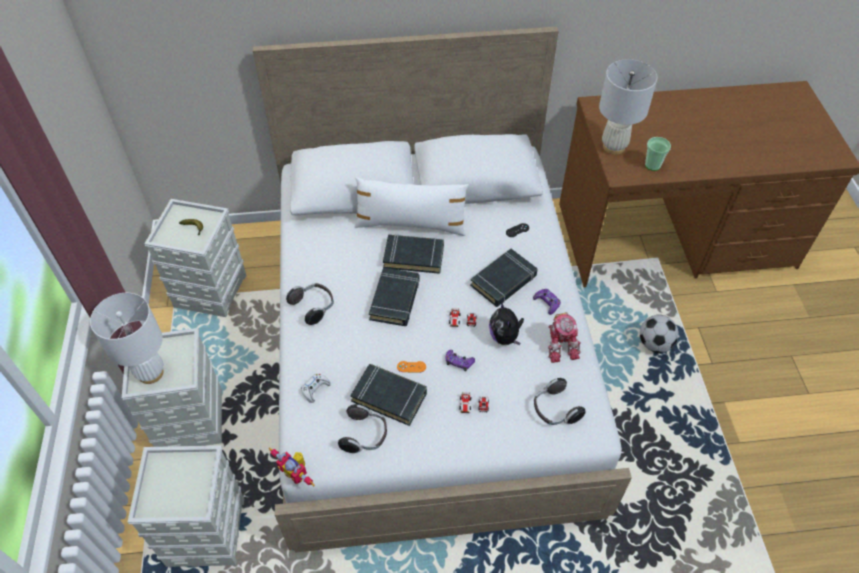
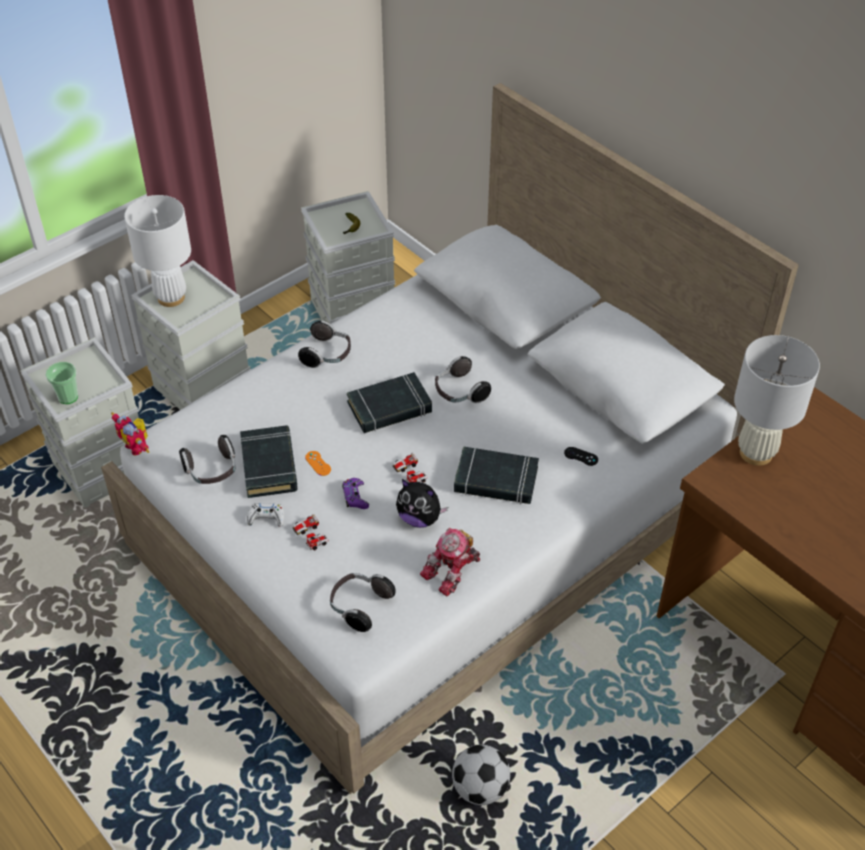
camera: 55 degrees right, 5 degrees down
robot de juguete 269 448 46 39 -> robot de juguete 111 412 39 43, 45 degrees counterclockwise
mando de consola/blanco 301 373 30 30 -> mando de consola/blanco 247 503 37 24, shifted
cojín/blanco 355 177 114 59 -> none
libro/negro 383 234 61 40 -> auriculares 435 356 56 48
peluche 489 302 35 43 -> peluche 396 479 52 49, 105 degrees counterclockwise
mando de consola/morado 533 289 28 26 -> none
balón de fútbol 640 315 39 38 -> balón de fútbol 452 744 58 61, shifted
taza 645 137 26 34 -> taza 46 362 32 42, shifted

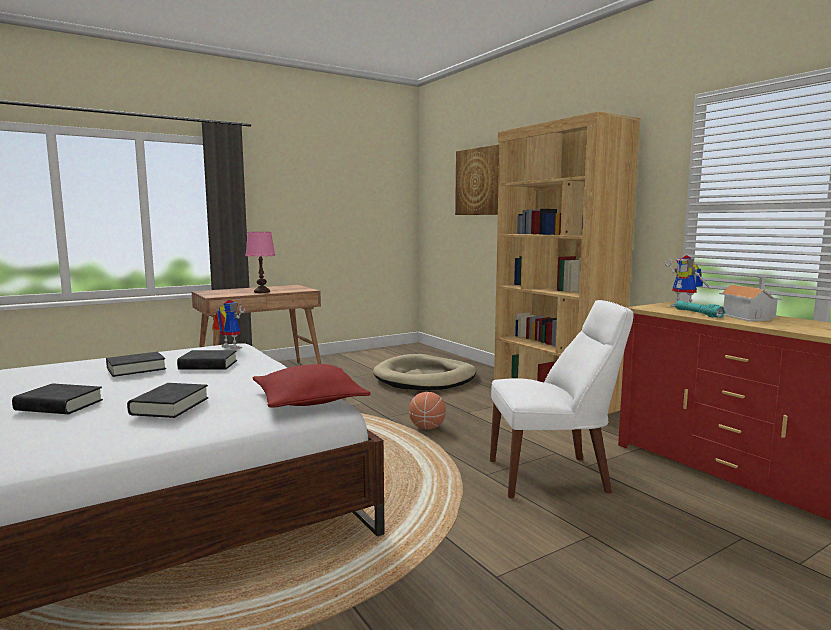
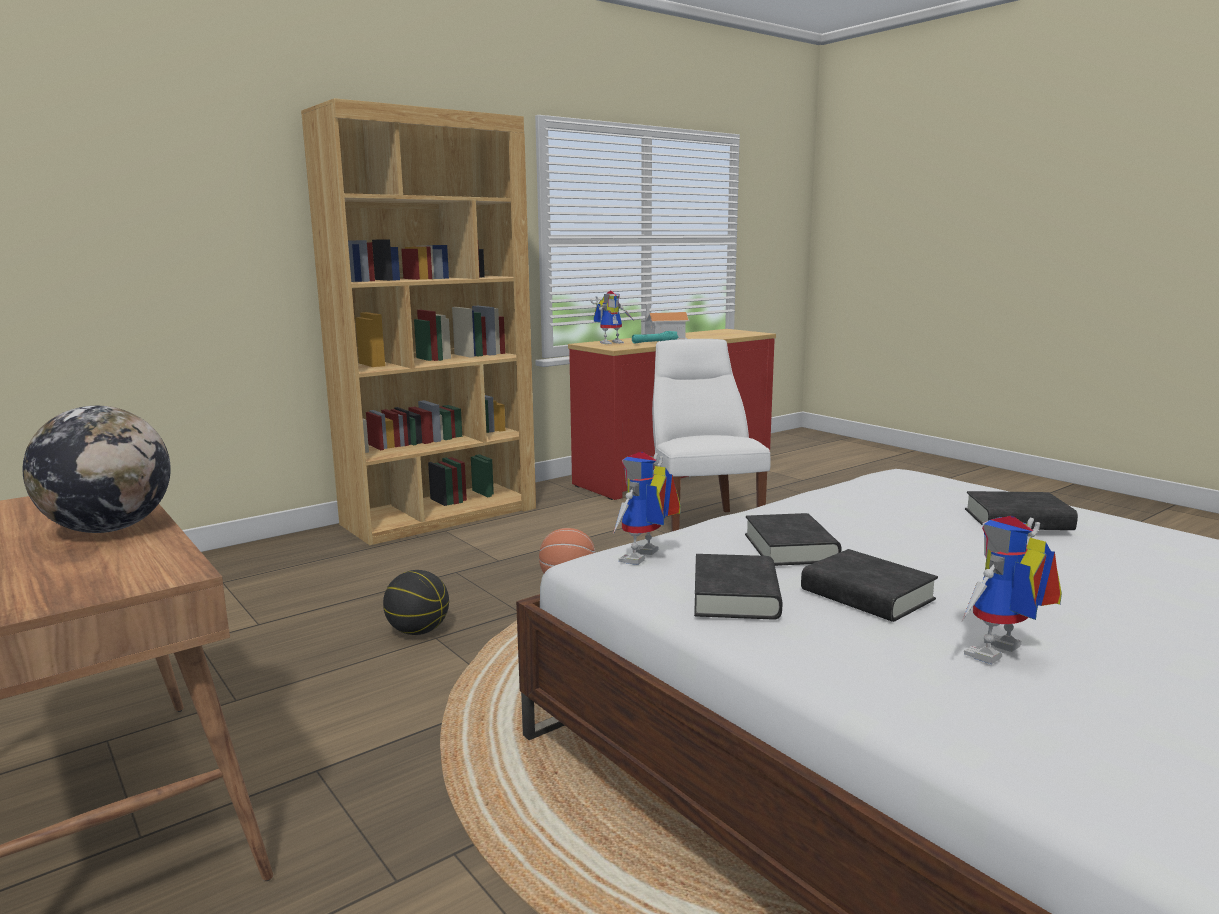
camera: 95 degrees left, 5 degrees up
libro/negro 12 383 91 31 -> libro/negro 694 554 88 66, shifted
lámpara de mesa/rosa 245 232 30 61 -> globo terráqueo 23 406 148 127
cojín/rojo 253 364 118 44 -> none
cama para perro/beis 373 354 103 36 -> none
cuadro 455 144 44 71 -> none
none -> balón de baloncesto 383 570 66 65
none -> robot de juguete 961 516 101 148

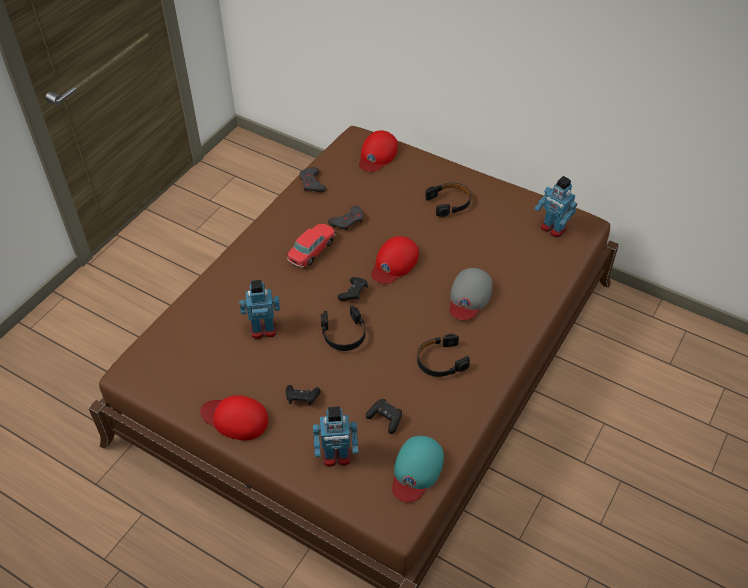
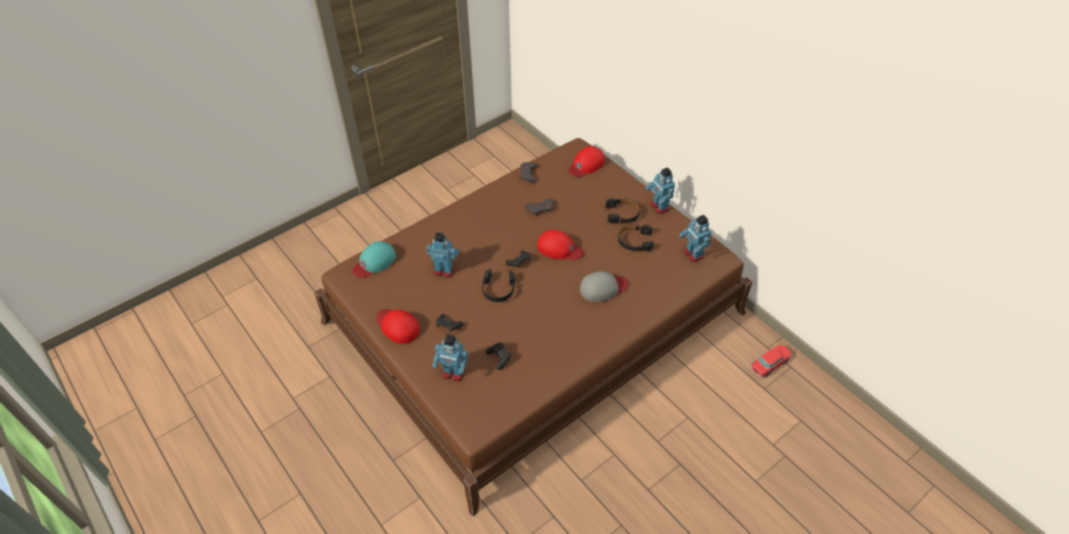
camera: 20 degrees right, 0 degrees up
coche de juguete 286 224 49 43 -> coche de juguete 751 345 41 32, shifted
gorra/rojo 371 236 48 48 -> gorra/rojo 537 230 46 30, 120 degrees counterclockwise
gorra/turquesa 392 436 52 66 -> gorra/turquesa 352 241 44 36, shifted
auriculares/negro 417 334 53 43 -> auriculares/negro 618 225 36 26, shifted
gorra/gris 450 268 42 52 -> gorra/gris 580 271 48 31, 150 degrees counterclockwise
none -> robot de juguete 646 167 29 47

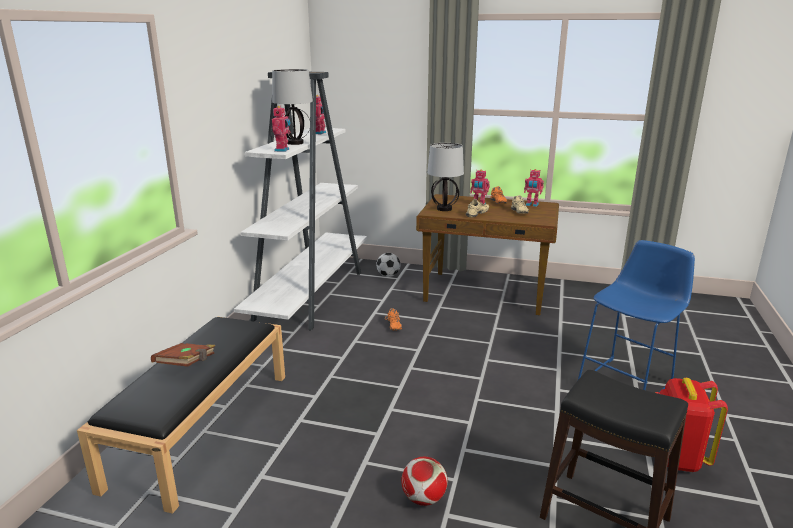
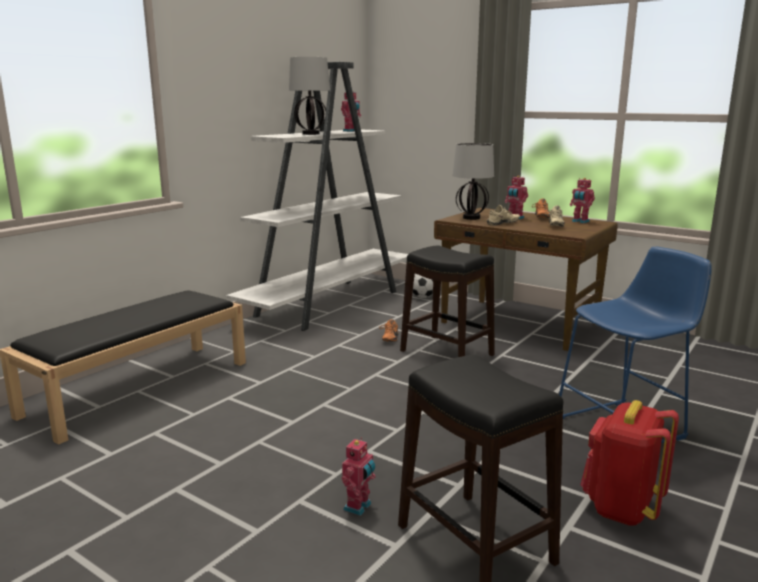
camera: 20 degrees right, 5 degrees down
libro/marrón 151 343 64 24 -> none
robot de juguete 272 106 19 46 -> robot de juguete 342 437 34 79, shifted
balón de fútbol 401 457 47 49 -> none
none -> taburete/negro 400 245 95 112

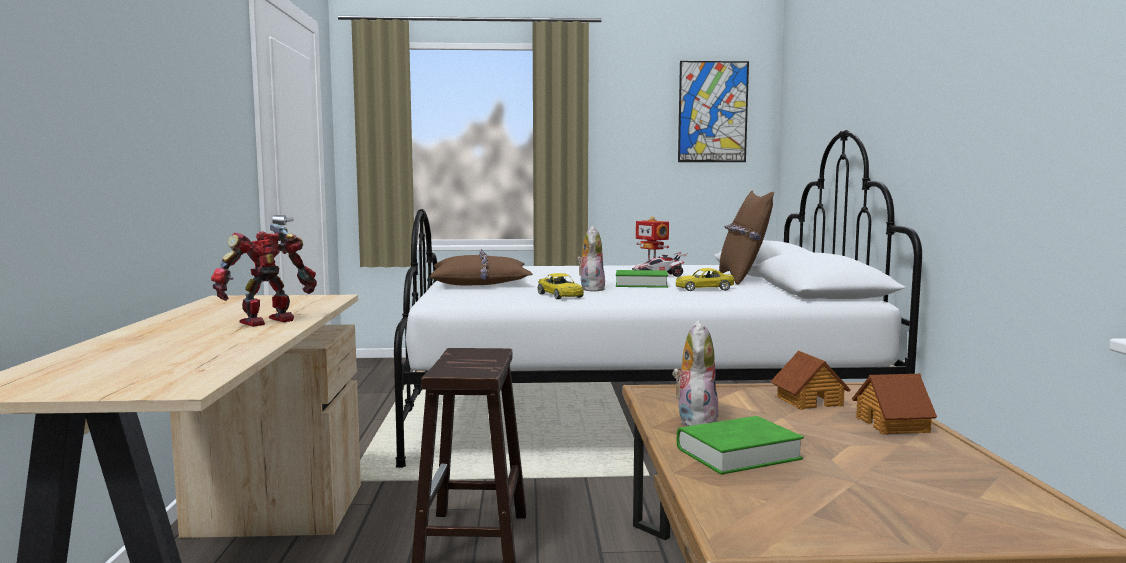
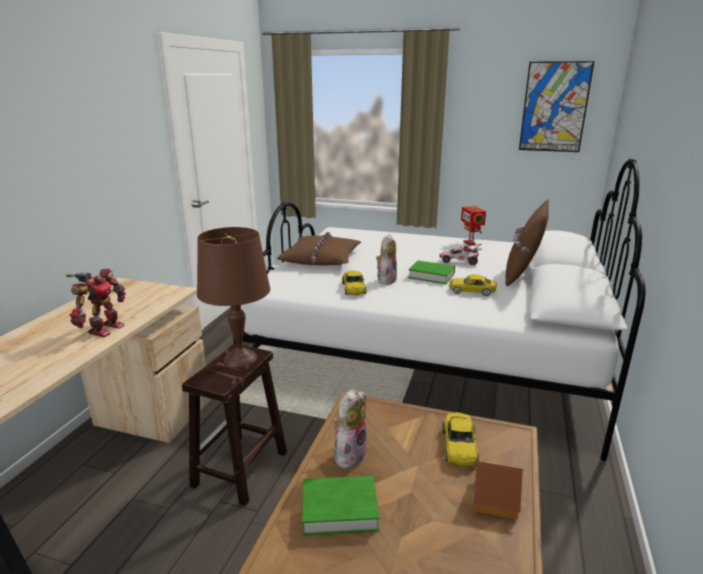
camera: 20 degrees right, 15 degrees up
robot de juguete 211 223 106 104 -> robot de juguete 66 268 60 69, 135 degrees clockwise
casita 770 351 81 59 -> coche de juguete/amarillo 442 412 37 55
none -> lámpara de mesa/marrón 197 227 73 140

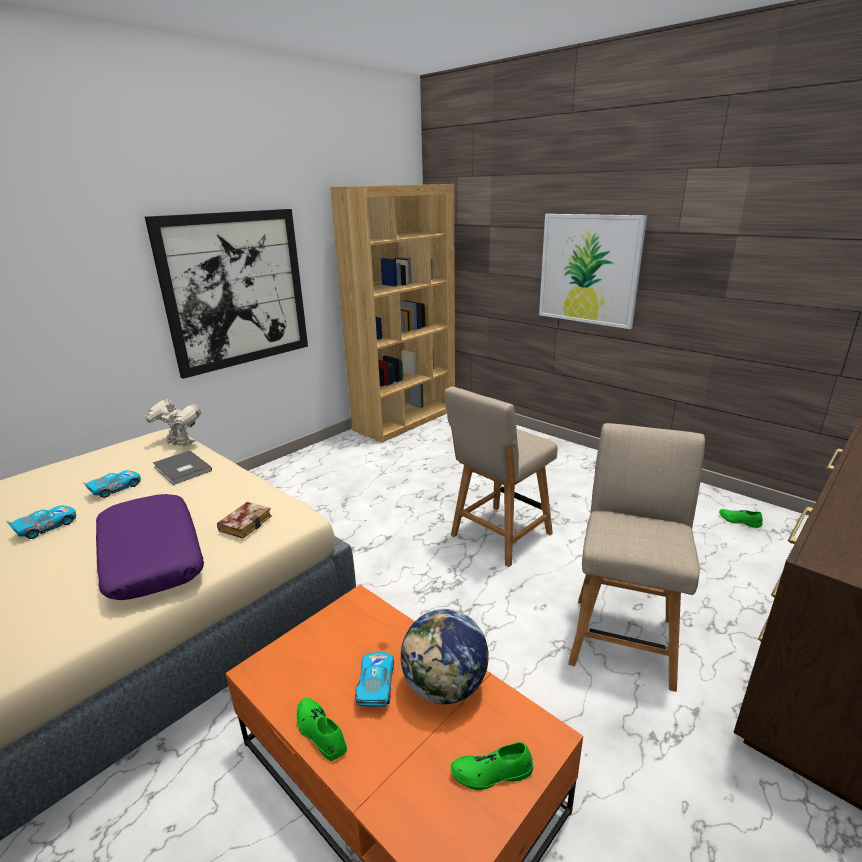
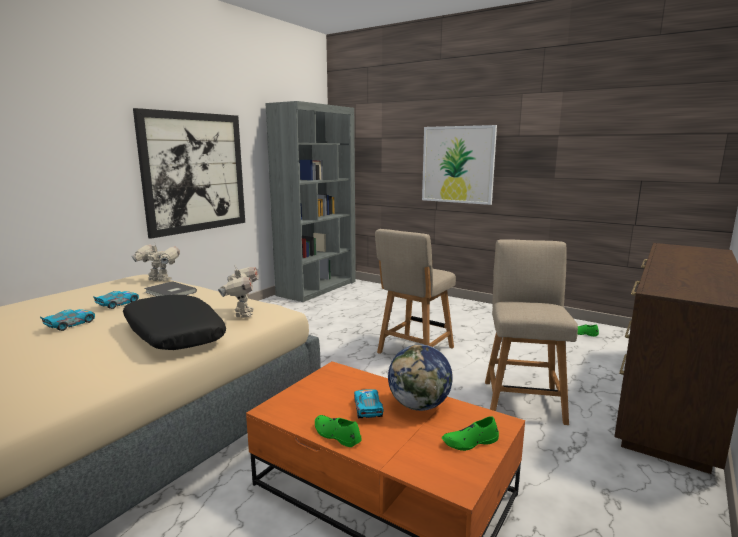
camera: 10 degrees left, 10 degrees down
cojín/morado 96 494 108 106 -> cojín/negro 123 295 103 55
libro 217 502 55 37 -> robot de juguete 218 264 41 54
estantería/marrón 330 184 125 259 -> estantería/gris 265 101 91 201

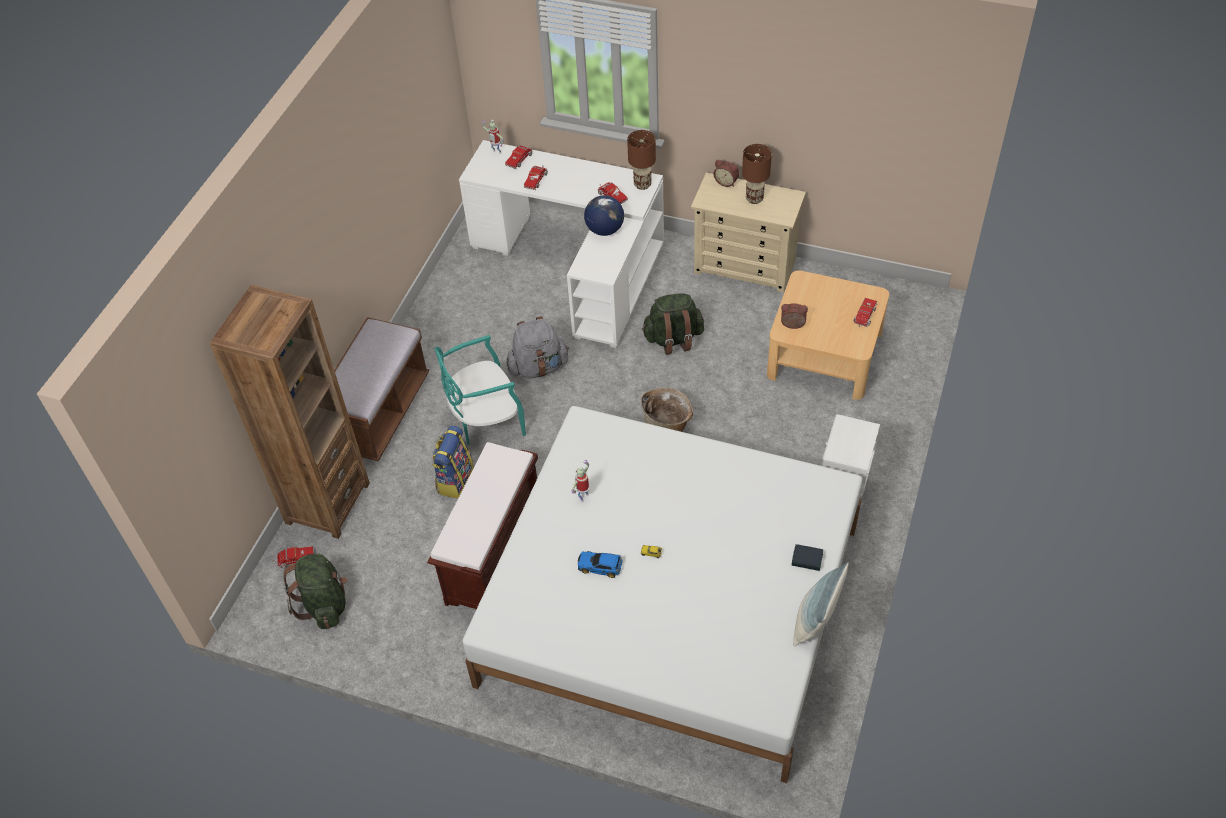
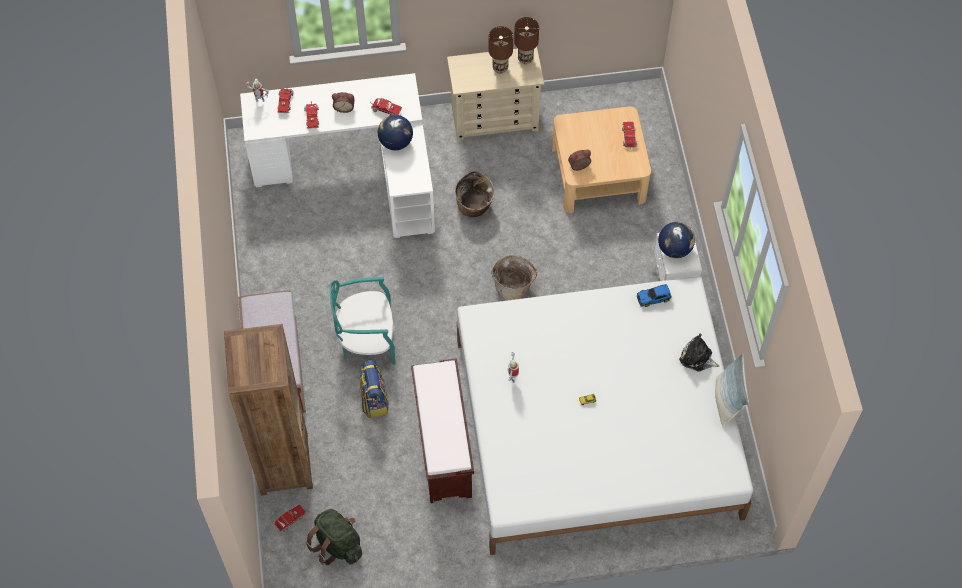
camera: 30 degrees left, 10 degrees up
silla/turquesa 434 335 92 110 -> silla/turquesa 330 277 65 88, 45 degrees clockwise
mochila/gris 506 316 63 63 -> none
coche de juguete 578 551 44 27 -> coche de juguete 637 284 35 23, shifted
lámpara de mesa/marrón 627 130 29 60 -> lámpara de mesa/marrón 514 17 25 47, shifted
mochila/verde 642 293 62 62 -> cesta 455 171 40 46
despertador 714 160 25 27 -> despertador 332 92 23 21, shifted
libro 791 544 32 27 -> peluche 679 334 41 38
none -> globo terráqueo 658 222 37 36

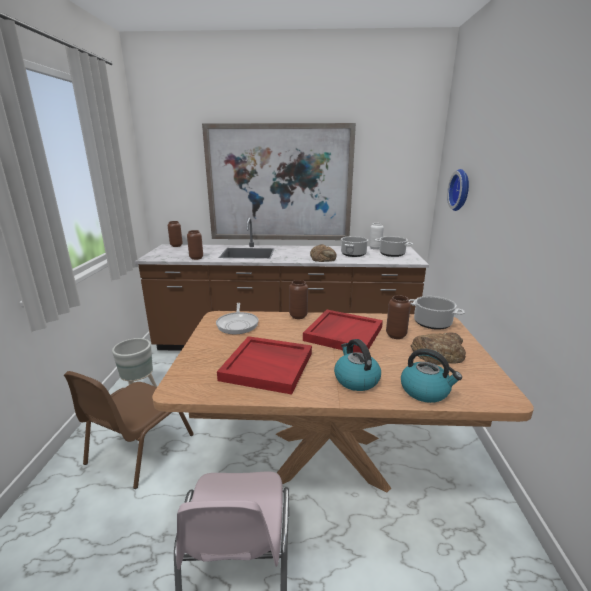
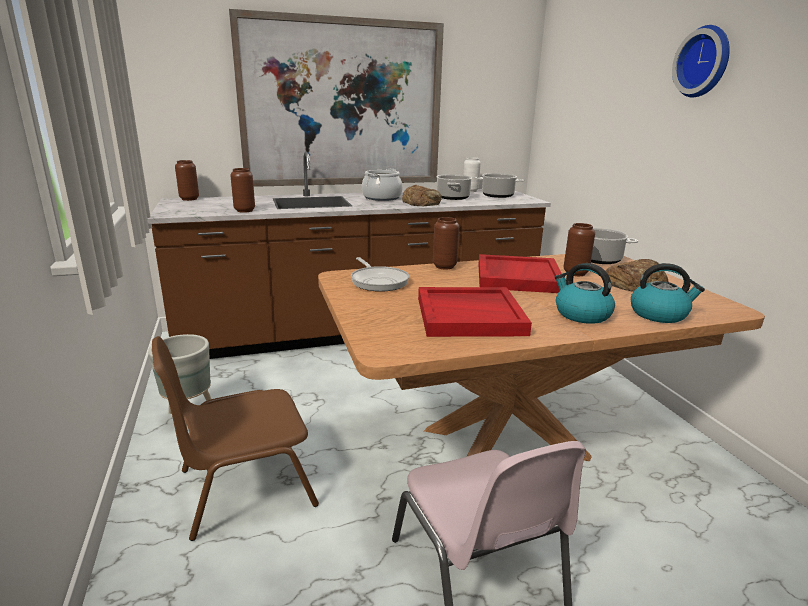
camera: 20 degrees left, 0 degrees up
silla/marrón 64 371 130 118 -> silla/marrón 152 336 167 205, 60 degrees clockwise
reloj de pared 447 169 22 42 -> reloj de pared 672 25 58 72, shifted
none -> olla 362 169 41 32

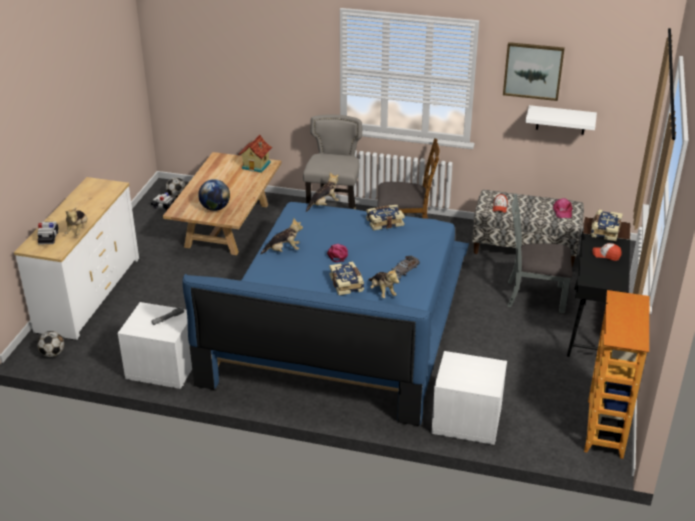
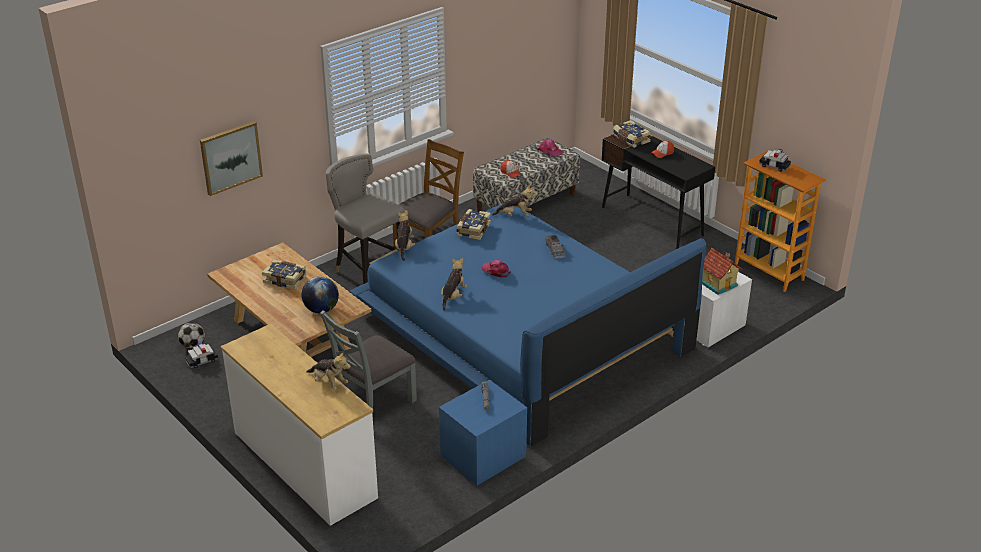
camera: 55 degrees left, 0 degrees up
coche de juguete 37 222 22 23 -> coche de juguete 759 148 32 24, shifted
balón de fútbol 37 331 27 26 -> none
mesita de noche/blanco 118 302 74 87 -> mesita de noche/azul 439 380 88 106
casita 238 135 34 38 -> casita 702 248 41 47, shifted
libro 329 261 35 34 -> libro 262 260 45 30, shifted
peluche 368 268 31 30 -> peluche 492 185 44 31, shifted
cuadro 503 42 62 59 -> cuadro 200 121 63 75, shifted
silla/gris 507 194 66 119 -> silla/gris 320 310 97 99, shifted
estante/blanco 525 105 72 30 -> none

